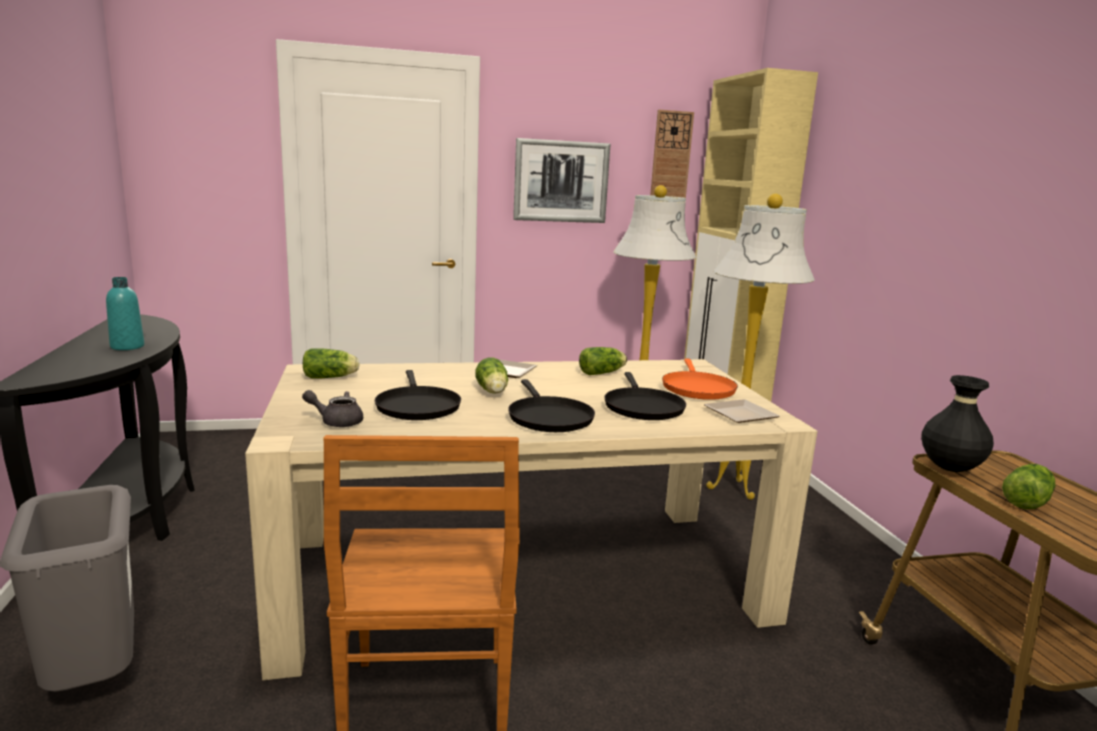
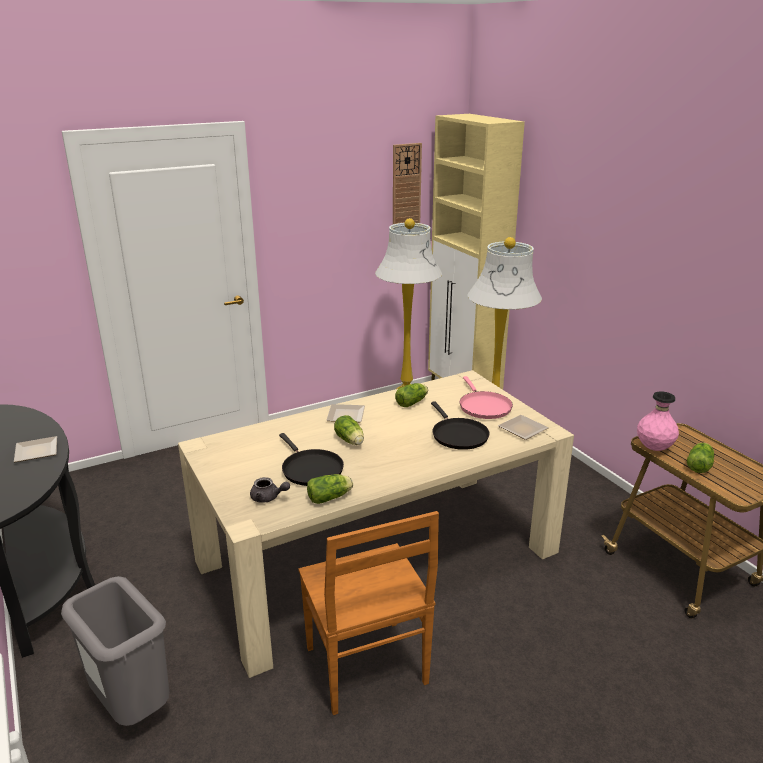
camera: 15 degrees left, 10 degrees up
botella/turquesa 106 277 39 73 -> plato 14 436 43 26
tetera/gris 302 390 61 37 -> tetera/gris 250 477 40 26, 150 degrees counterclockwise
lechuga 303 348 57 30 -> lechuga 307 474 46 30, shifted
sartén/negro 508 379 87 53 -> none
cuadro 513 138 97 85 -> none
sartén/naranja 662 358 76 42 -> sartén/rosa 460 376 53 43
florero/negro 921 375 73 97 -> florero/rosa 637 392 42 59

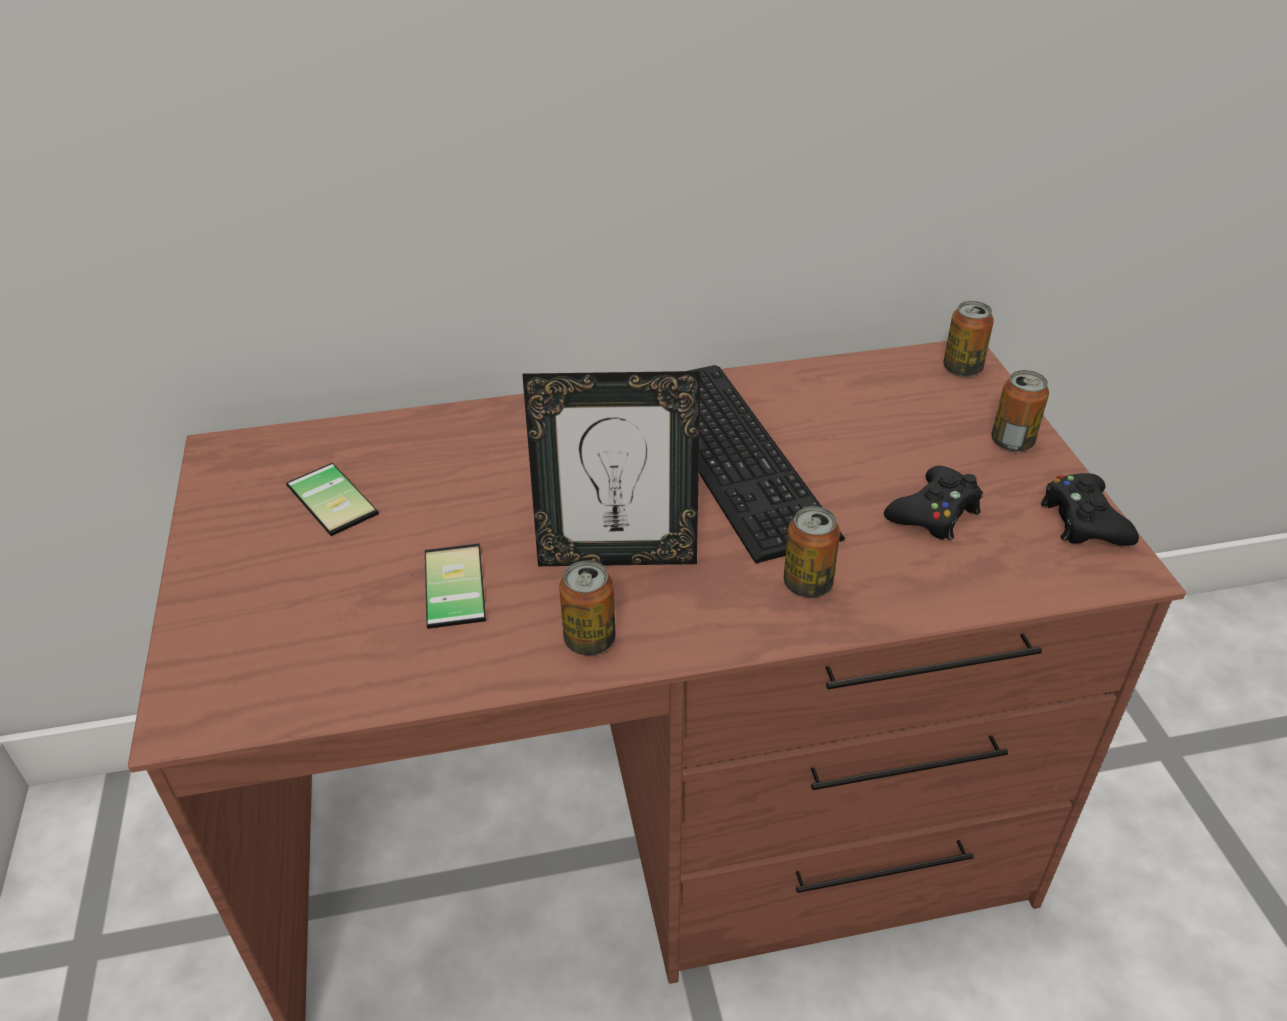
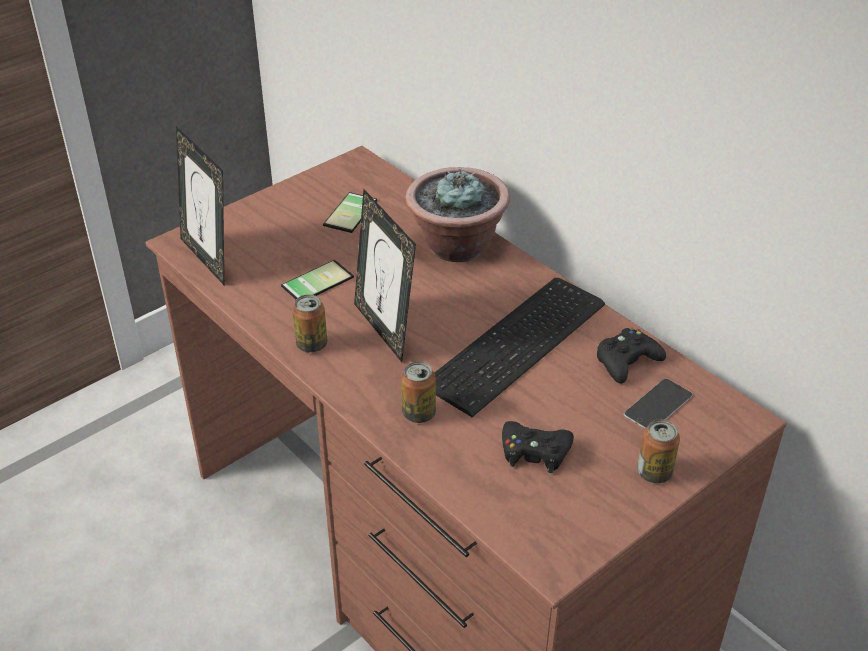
camera: 60 degrees right, 0 degrees up
lata 943 301 51 76 -> none
mando de consola/negro 1040 473 99 73 -> mando de consola/negro 597 327 69 57, shifted
none -> portarretratos 176 127 48 158
none -> planta en maceta 406 167 104 95
none -> móvil 624 378 69 51

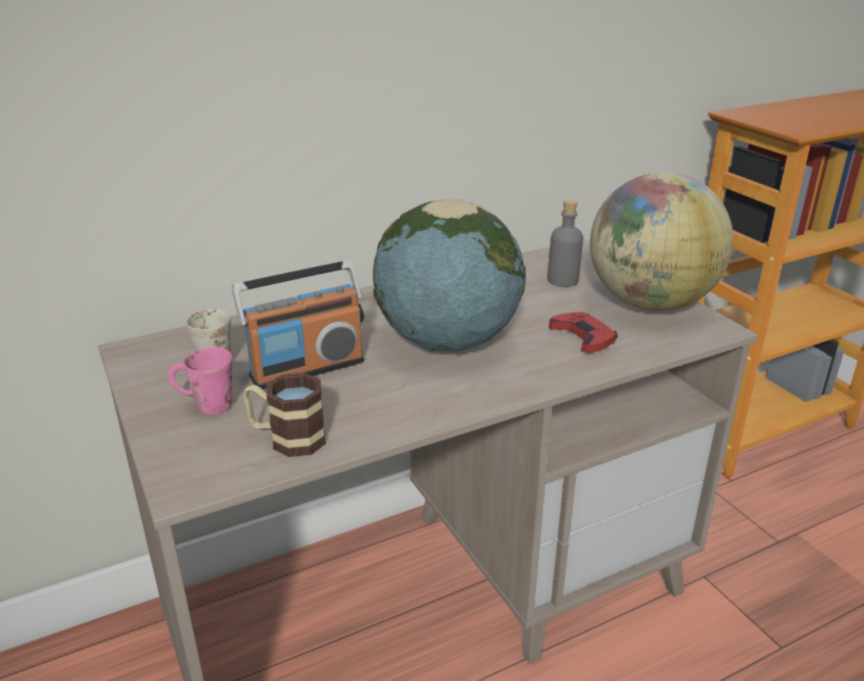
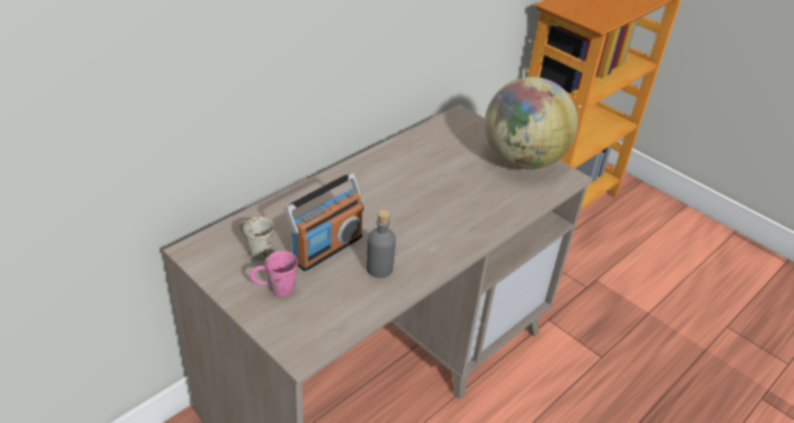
camera: 20 degrees left, 10 degrees up
taza grande 243 373 83 84 -> none
globo terráqueo 373 199 153 153 -> none
botella/gris 547 199 36 88 -> botella/gris 366 210 30 68, shifted
mando de consola/rojo 549 312 69 41 -> none

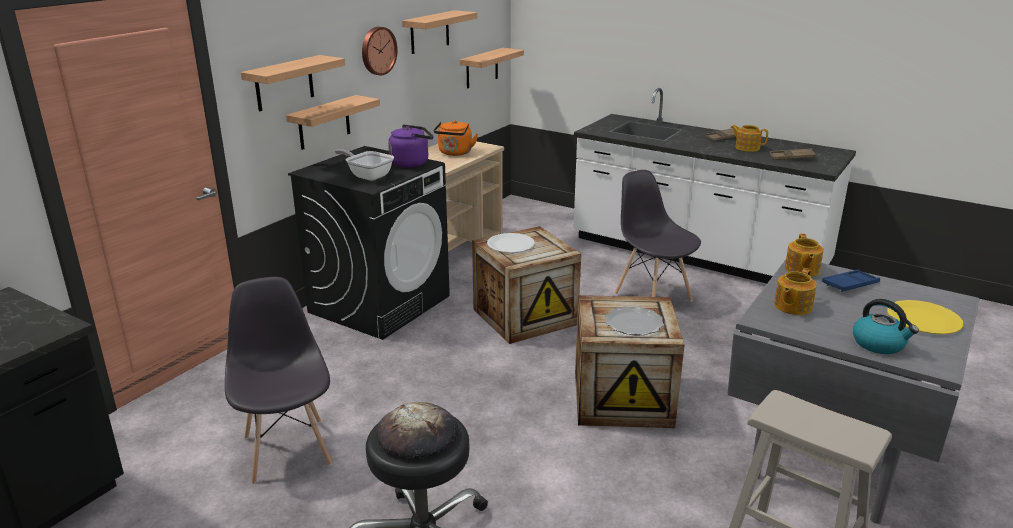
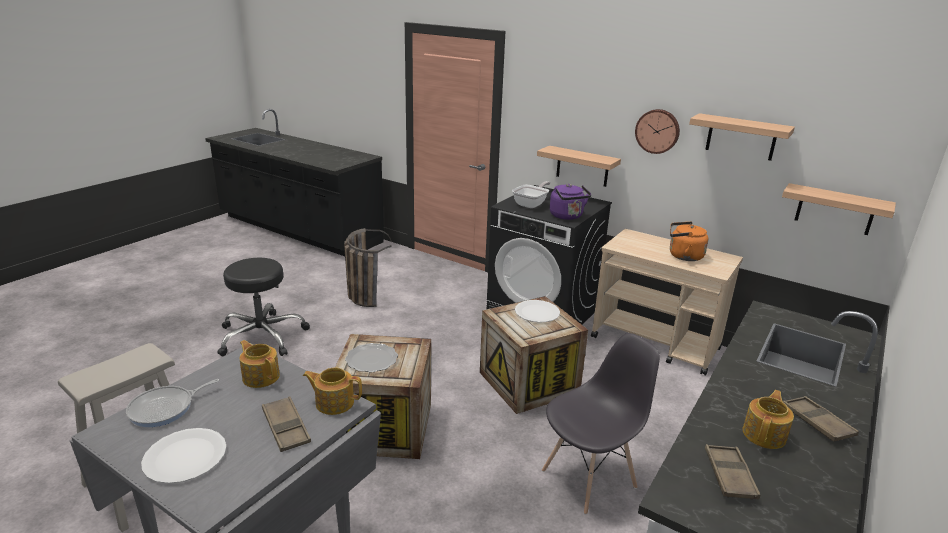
camera: 90 degrees right, 0 degrees up
silla/gris 225 277 107 207 -> cesta 344 228 48 79
estante 241 55 104 56 -> none
pan 376 402 82 56 -> none
bandeja/azul 822 270 58 22 -> bandeja/marrón 262 396 49 56
hervidor 853 299 66 55 -> sartén 126 379 93 48
plato/amarillo 887 300 77 34 -> plato/blanco 141 428 86 56

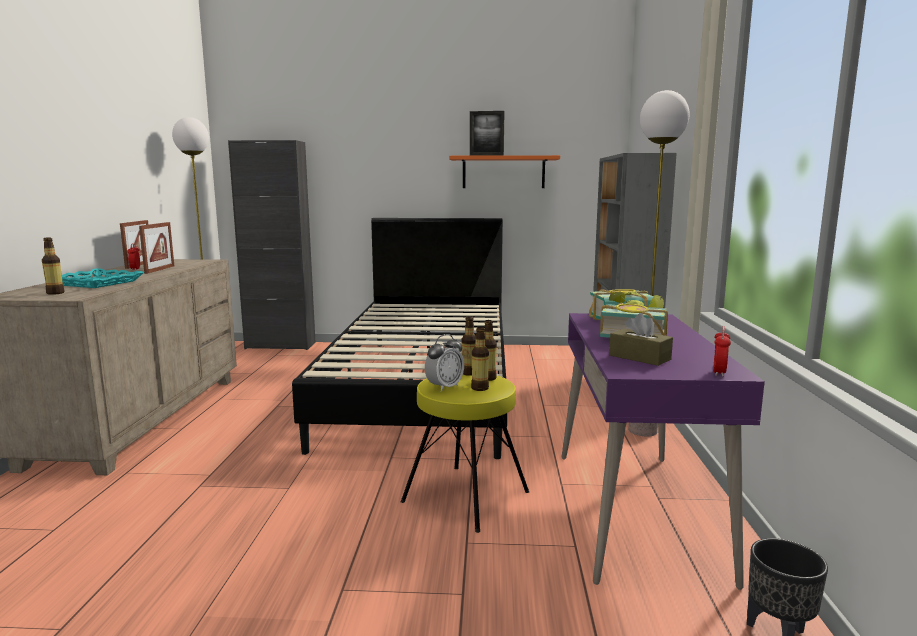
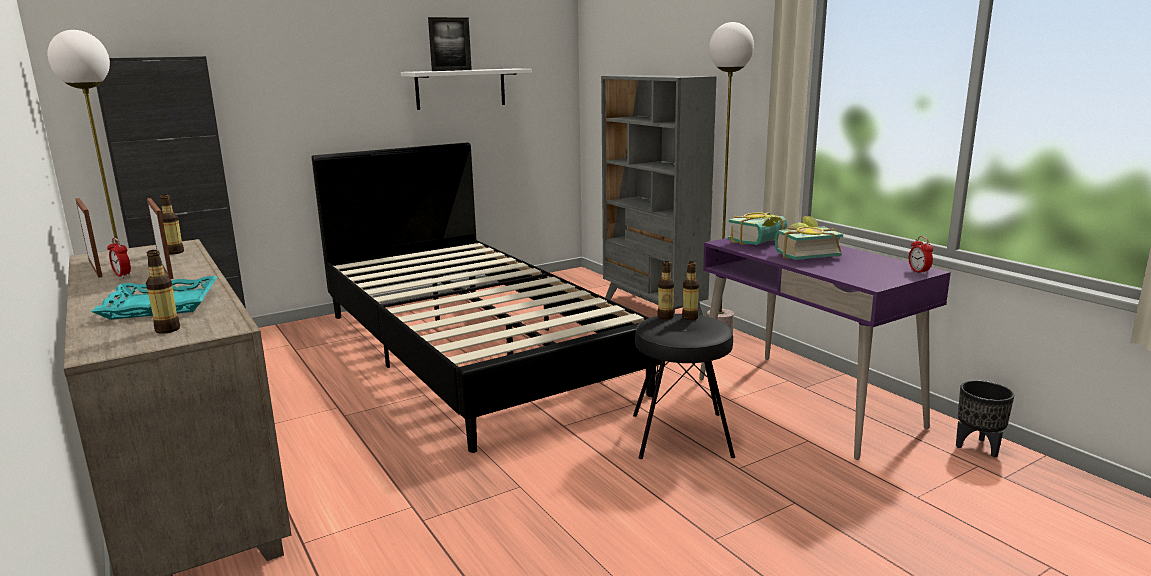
camera: 35 degrees left, 5 degrees up
taburete/amarillo 401 375 128 158 -> taburete/negro 633 314 102 145
despertador 425 334 39 58 -> none
estante/naranja 449 155 111 33 -> estante/blanco 401 69 131 41
botella 471 327 18 64 -> botella 160 194 24 61, shifted
caja de pañuelos/marrón 609 313 64 53 -> none

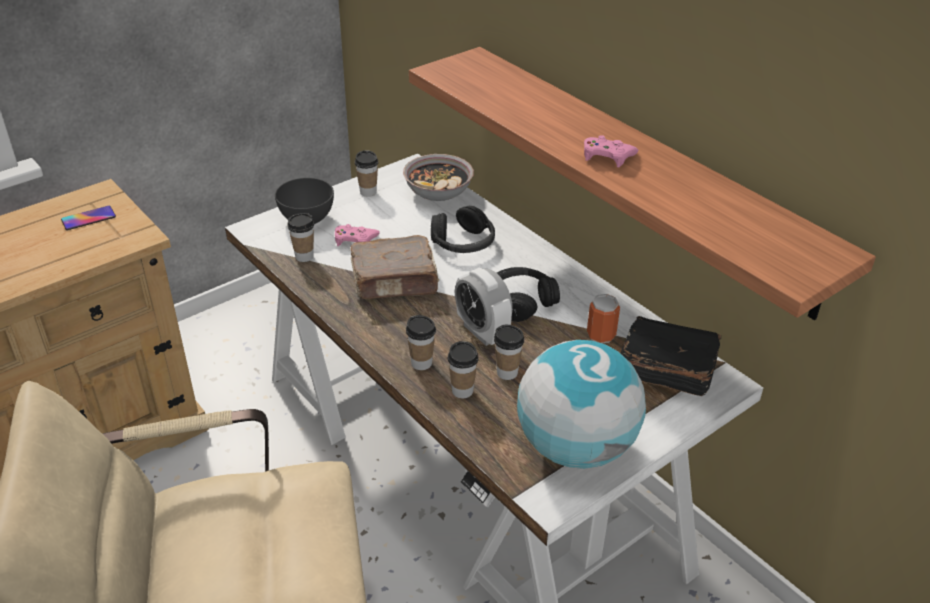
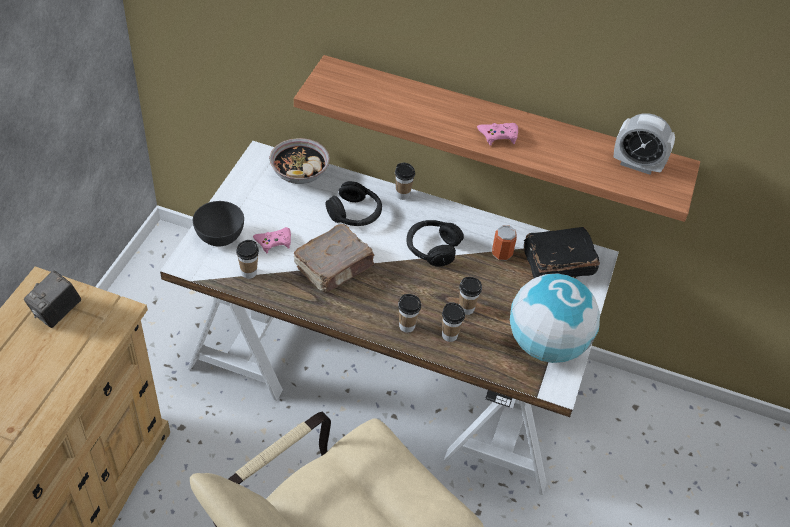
camera: 35 degrees left, 10 degrees up
móvil 61 206 55 24 -> cámara 24 270 57 58
taza 355 150 23 47 -> taza 395 163 20 37, shifted
despertador 455 268 58 78 -> despertador 614 113 61 62, shifted

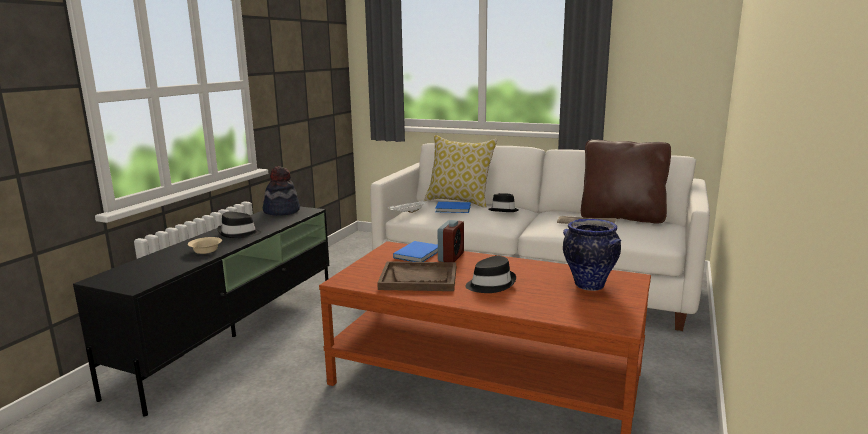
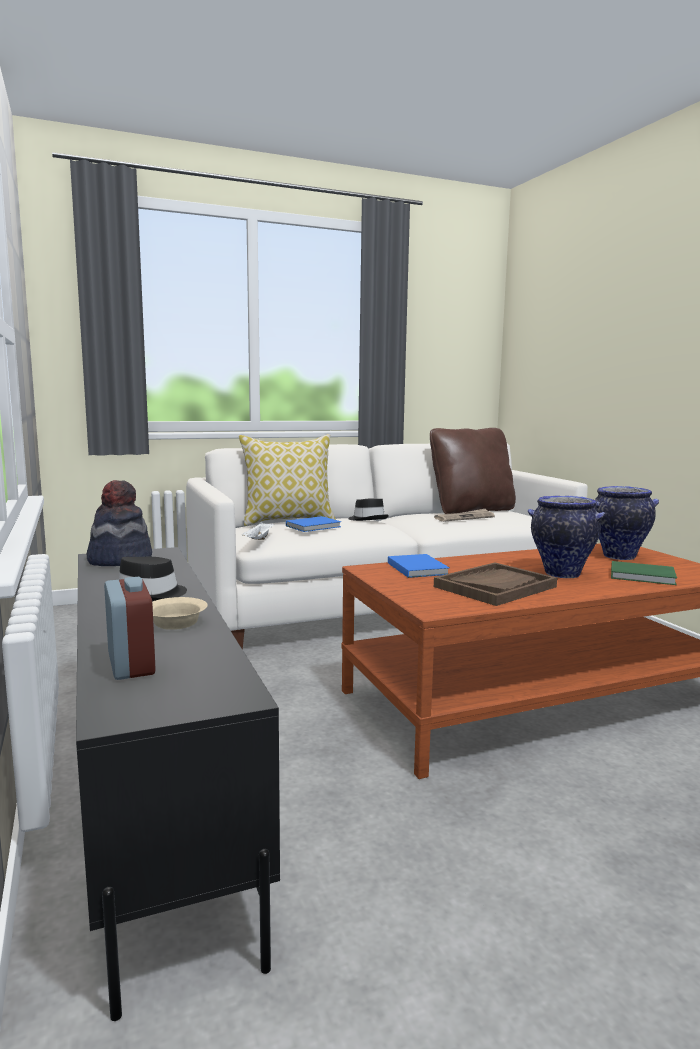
camera: 45 degrees left, 5 degrees down
despertador 438 220 26 42 -> despertador 104 577 52 103, shifted
sombrero/negro 465 256 51 37 -> florero 528 496 77 82
none -> libro/verde 611 561 66 24

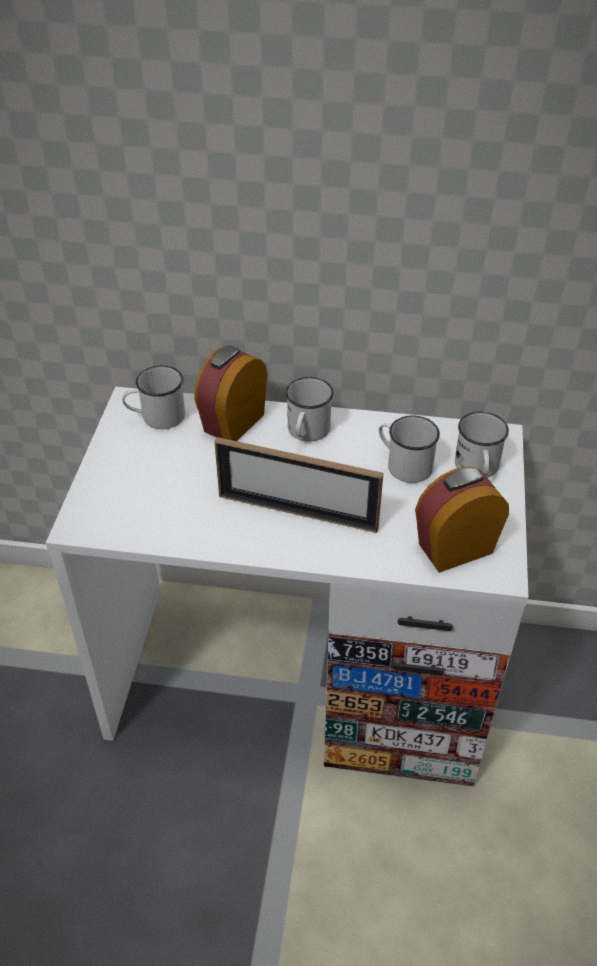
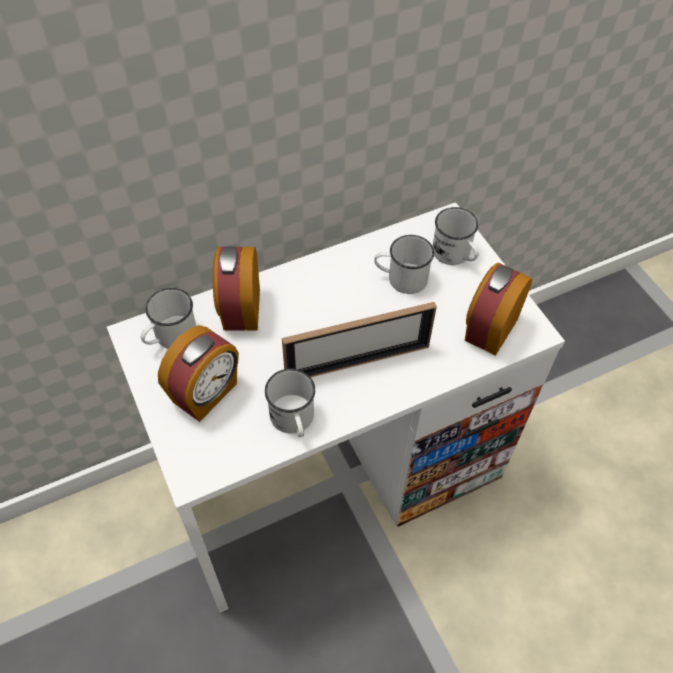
camera: 35 degrees left, 10 degrees up
taza grande/blanco 285 377 48 64 -> taza grande/blanco 265 369 50 68, shifted
none -> despertador 158 325 81 97

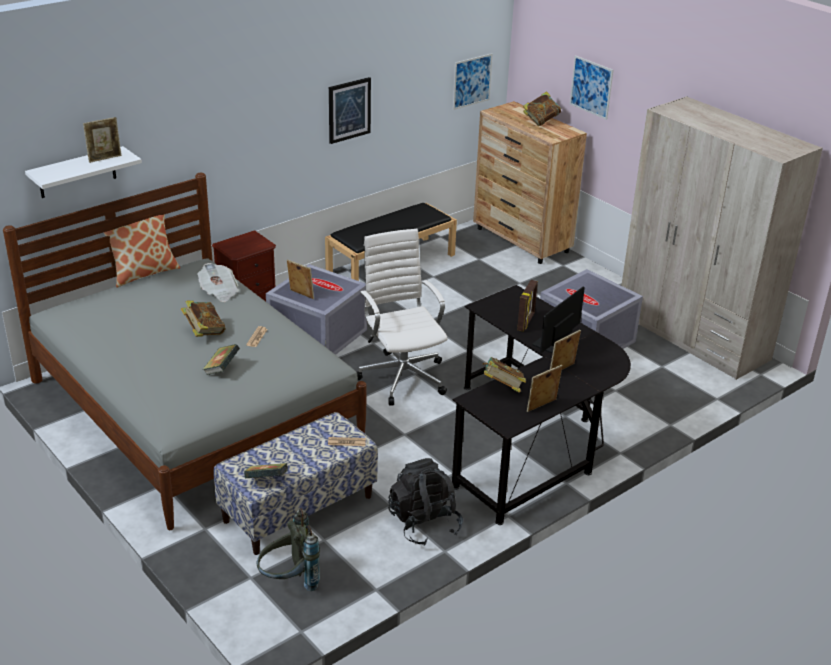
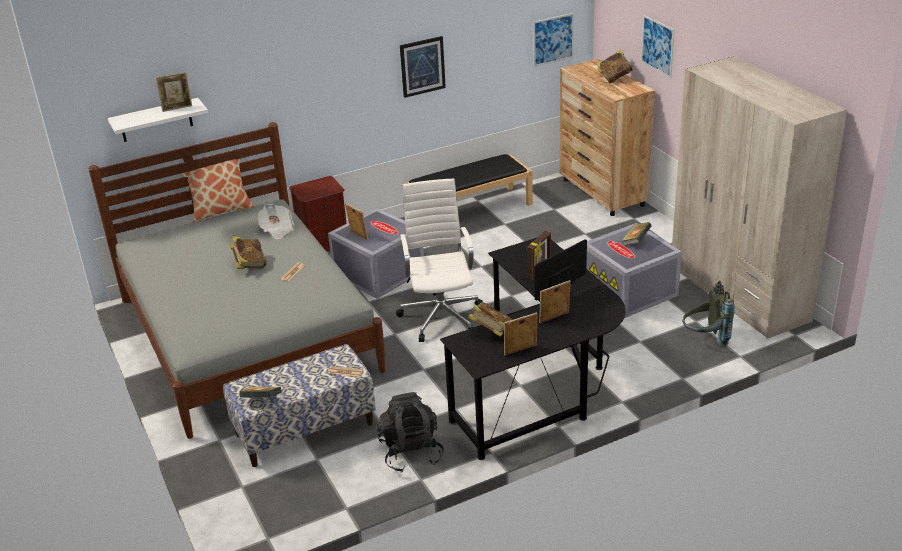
camera: 15 degrees right, 0 degrees up
libro 202 344 38 31 -> libro 622 222 29 24, shifted
mochila/gris 257 508 63 83 -> mochila/gris 682 280 53 66, shifted

